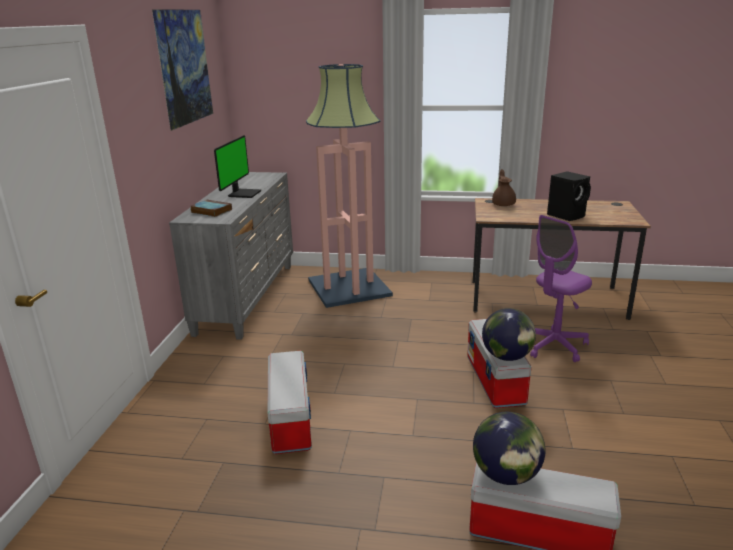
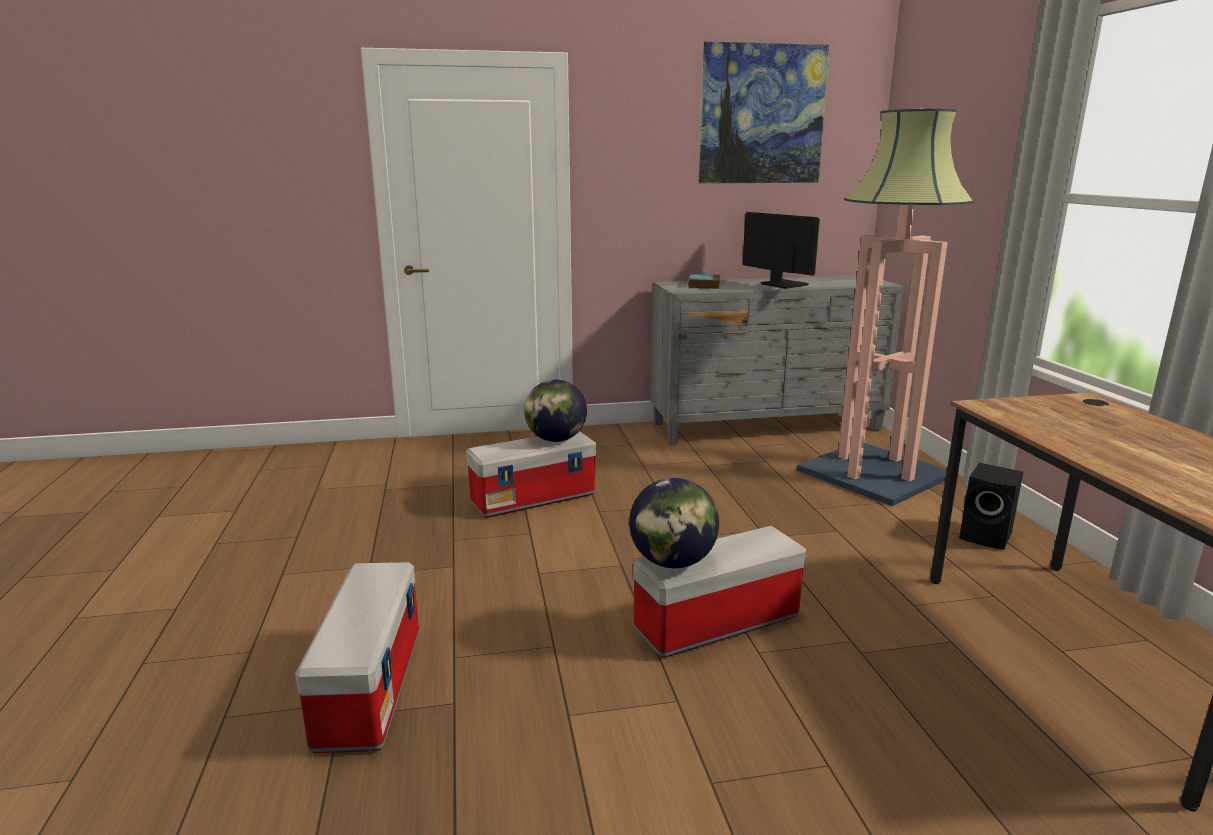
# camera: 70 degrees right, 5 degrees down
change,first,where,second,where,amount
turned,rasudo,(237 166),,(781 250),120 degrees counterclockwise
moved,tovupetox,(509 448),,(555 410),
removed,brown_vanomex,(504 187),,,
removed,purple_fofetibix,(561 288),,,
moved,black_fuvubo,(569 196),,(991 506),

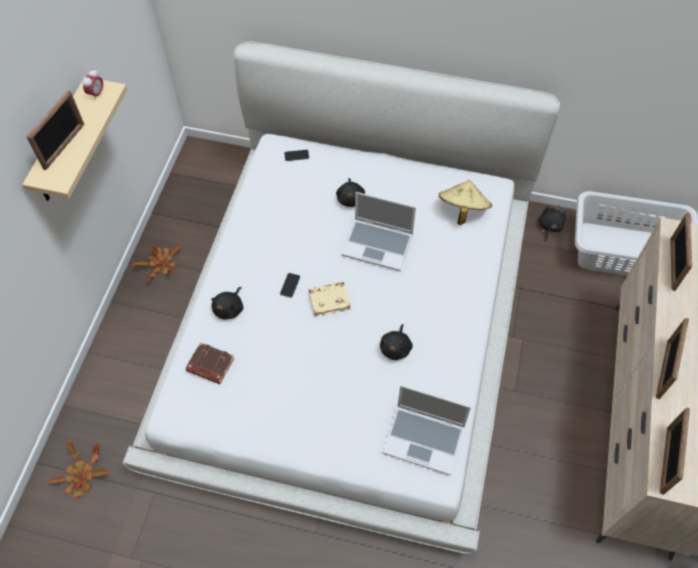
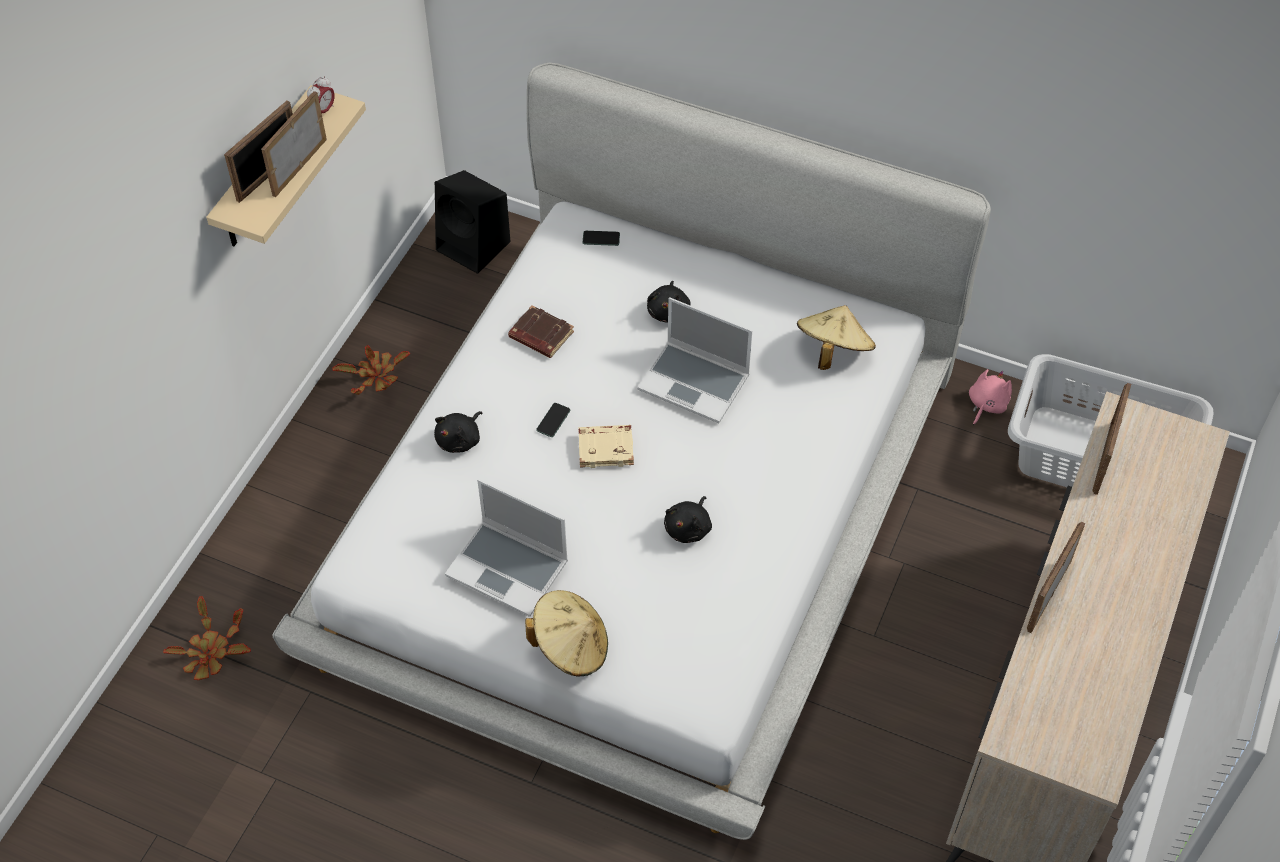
# camera: 10 degrees right, 5 degrees down
change,first,where,second,where,amount
moved,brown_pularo,(210 363),,(541 331),
moved,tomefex,(426 430),,(506 548),
recoloured,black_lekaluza,(552 223),pink_lekaluza,(990 397),
moved,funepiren,(675 451),,(294 144),
added,,,black_fuvubo,(473 222),
added,,,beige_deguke,(566 633),

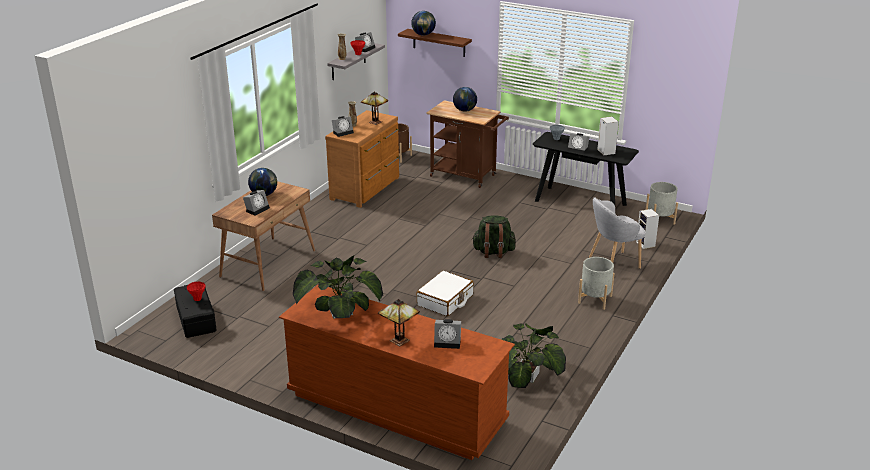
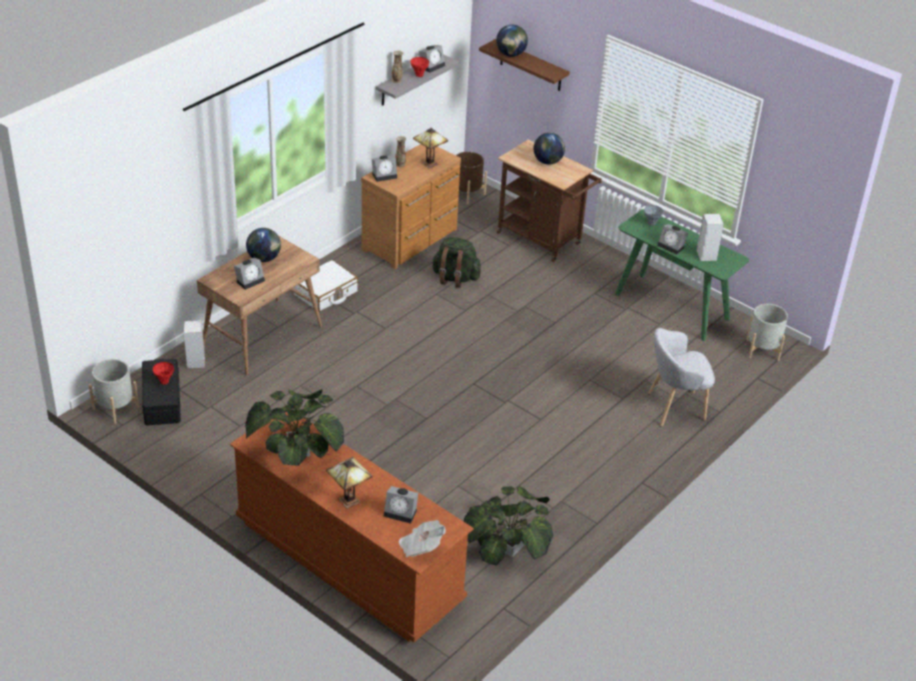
# camera: 10 degrees right, 10 degrees up
change,first,where,second,where,amount
moved,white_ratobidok,(445 293),,(325 286),
moved,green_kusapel,(494 236),,(456 262),
recoloured,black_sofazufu,(586 169),green_sofazufu,(682 275),
moved,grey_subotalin,(596 283),,(114 391),
moved,fuvubo,(647 229),,(194 344),
added,,,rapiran,(422 538),

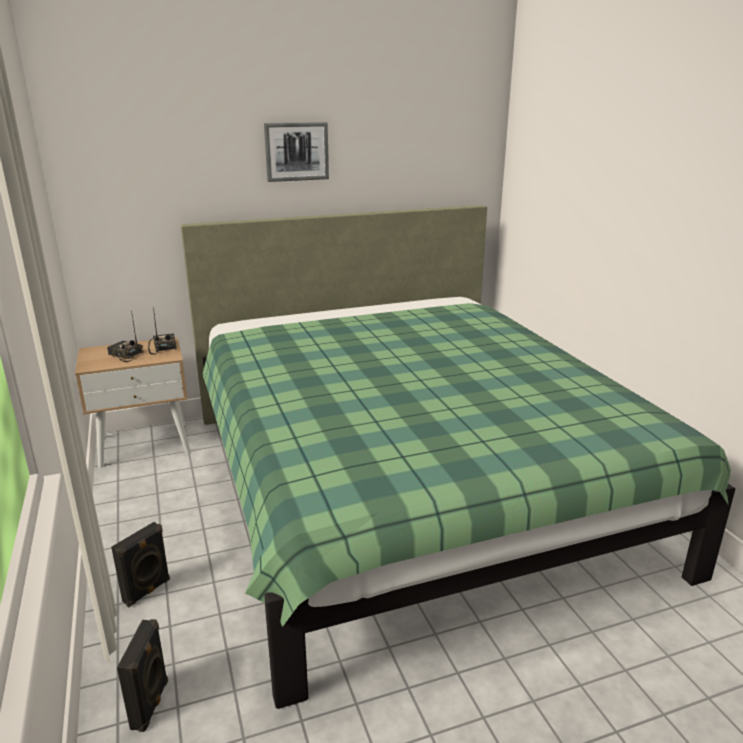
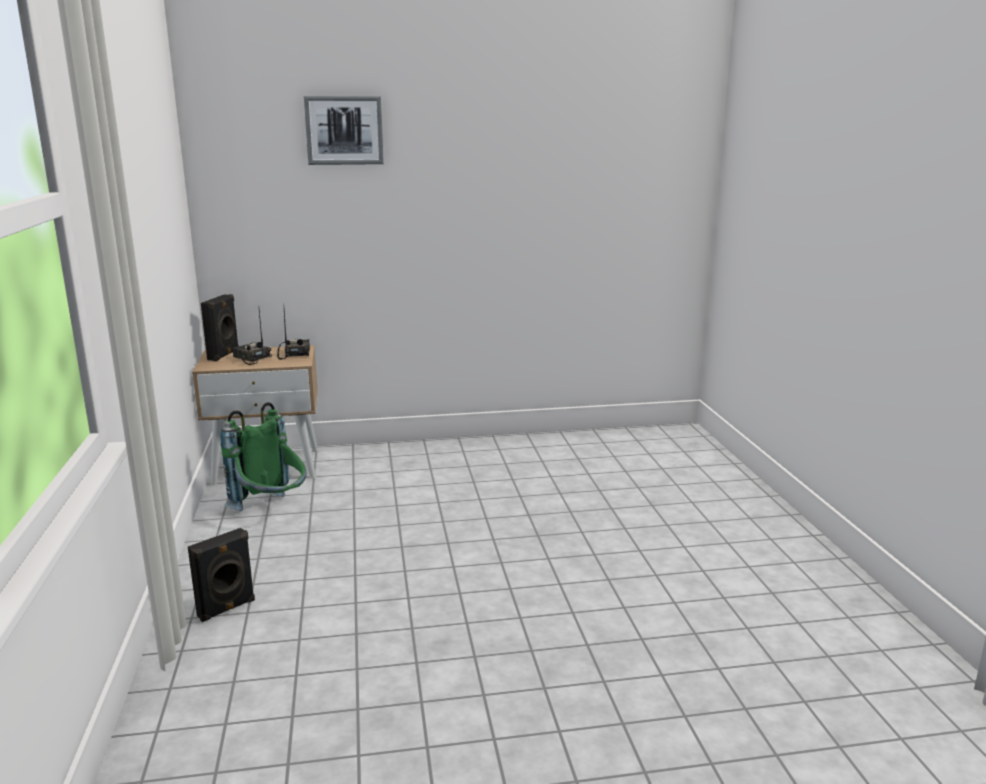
# camera: 10 degrees right, 5 degrees down
change,first,where,second,where,amount
moved,black_fuvubo,(142 675),,(220 327),
removed,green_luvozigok,(458 457),,,
moved,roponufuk,(296 152),,(344 130),
added,,,green_kusapel,(263 456),

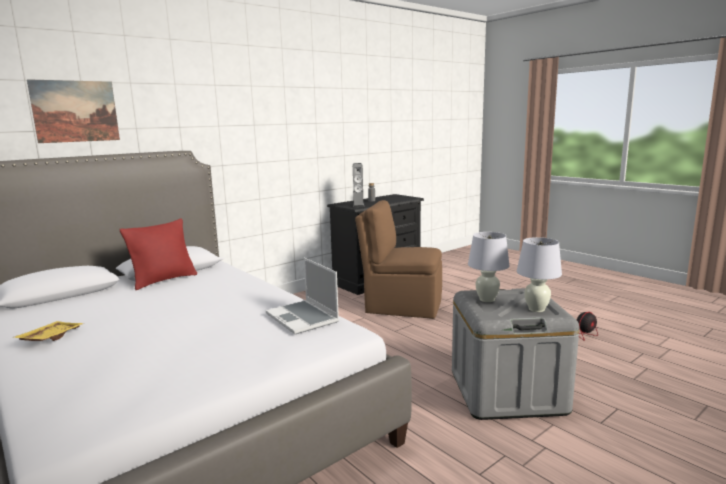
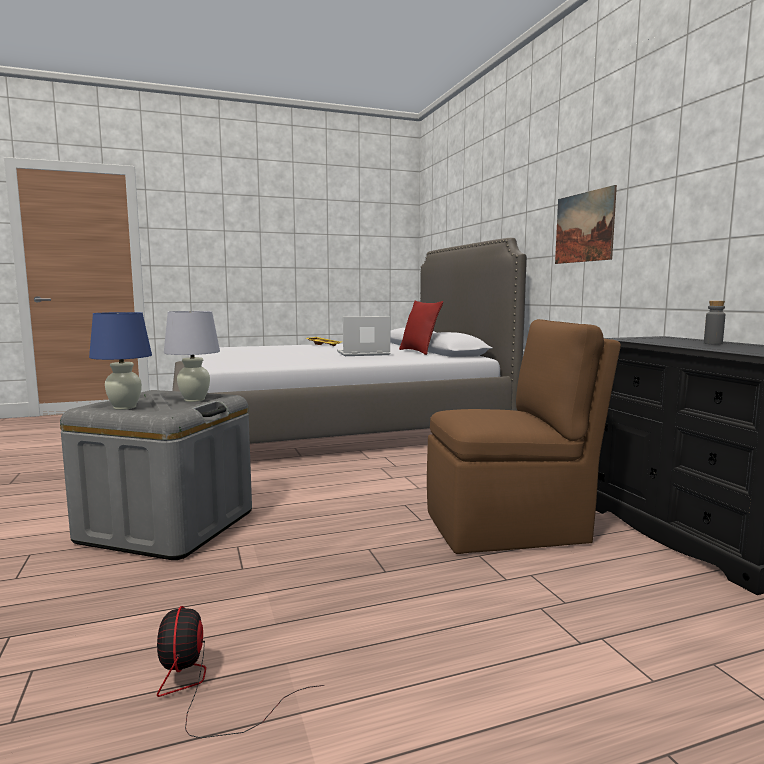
# camera: 110 degrees right, 5 degrees down
change,first,where,second,where,amount
moved,roponufuk,(73 111),,(586 224),
moved,tomefex,(302 296),,(363 336),
removed,fuvubo,(358 185),,,
turned,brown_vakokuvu,(398 259),,(524 436),45 degrees clockwise
recoloured,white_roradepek,(539 274),blue_roradepek,(120 361),

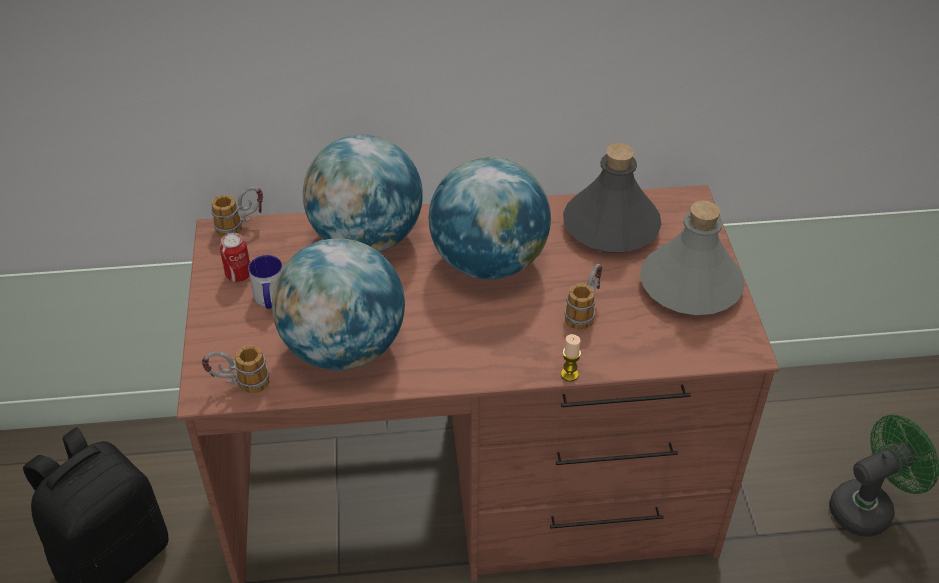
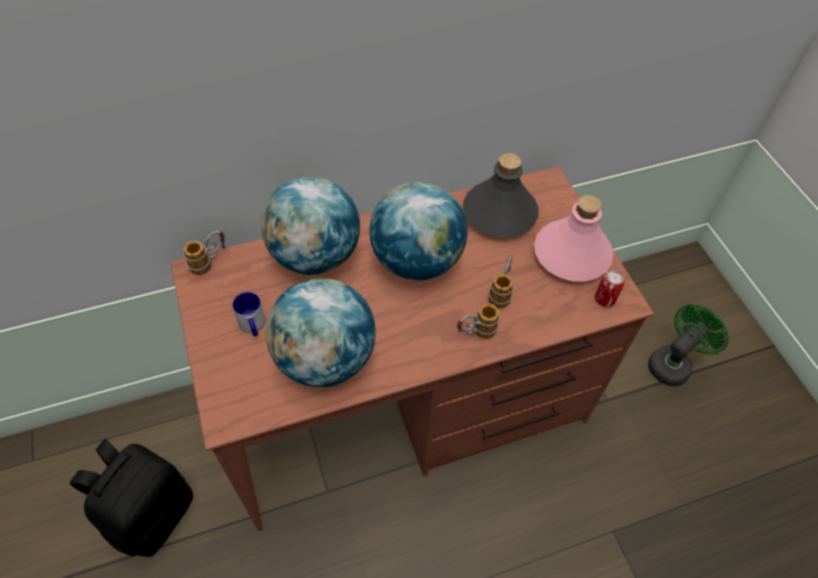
# camera: 15 degrees left, 10 degrees up
change,first,where,second,where,amount
moved,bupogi,(235 369),,(478 321),
moved,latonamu,(234 257),,(609 288),
removed,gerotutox,(571 358),,,
recoloured,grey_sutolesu,(692 258),pink_sutolesu,(574 238),

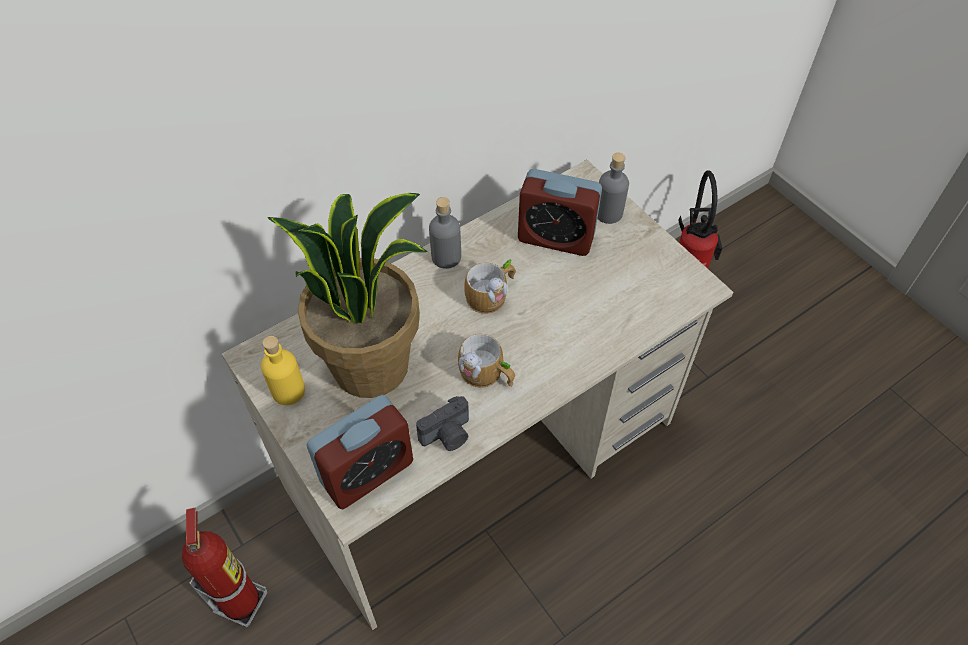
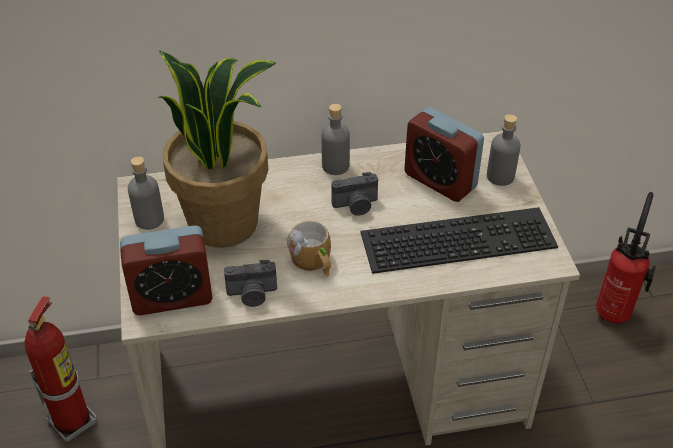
# camera: 25 degrees right, 10 degrees down
change,first,where,second,where,amount
recoloured,yellow_sutolesu,(283 370),grey_sutolesu,(146 193),
replaced,bupogi,(490 286),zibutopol,(354 194),
added,,,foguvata,(459 240),

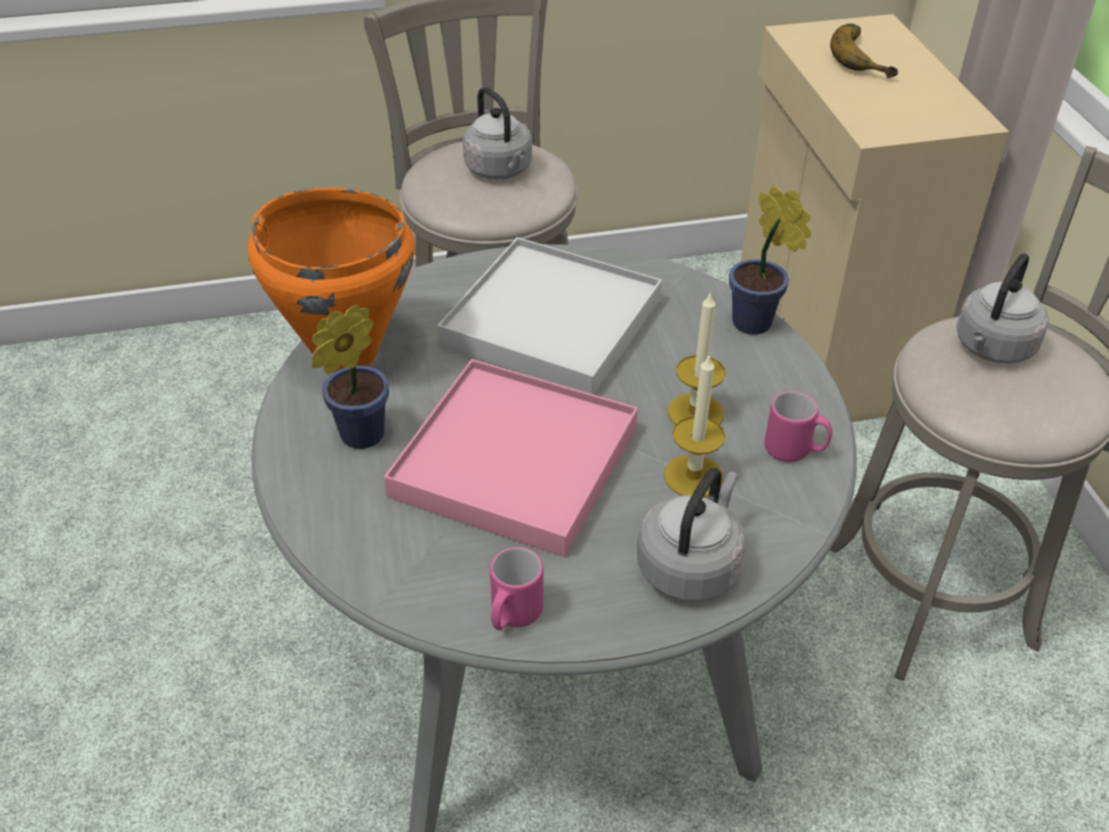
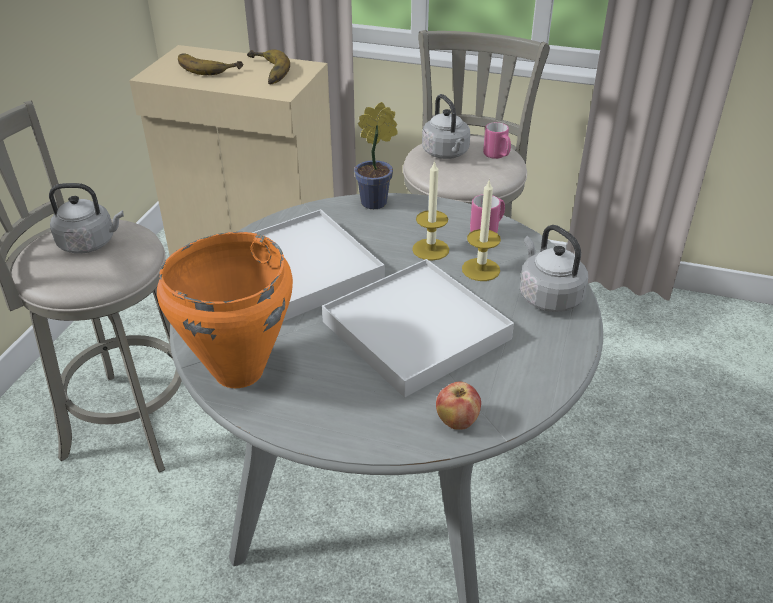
# camera: 60 degrees left, 5 degrees down
change,first,where,second,where,amount
removed,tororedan,(350 377),,,
recoloured,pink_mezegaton,(511 458),white_mezegaton,(418 328),
moved,pink_bupogi,(516 588),,(497 140),
added,,,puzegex,(268 67),
added,,,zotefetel,(458 406),

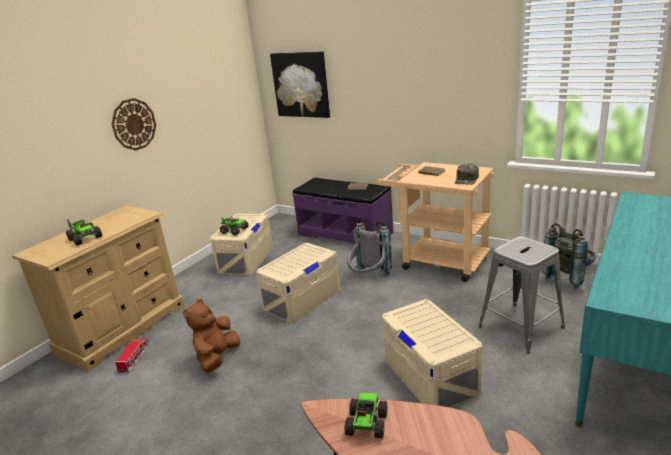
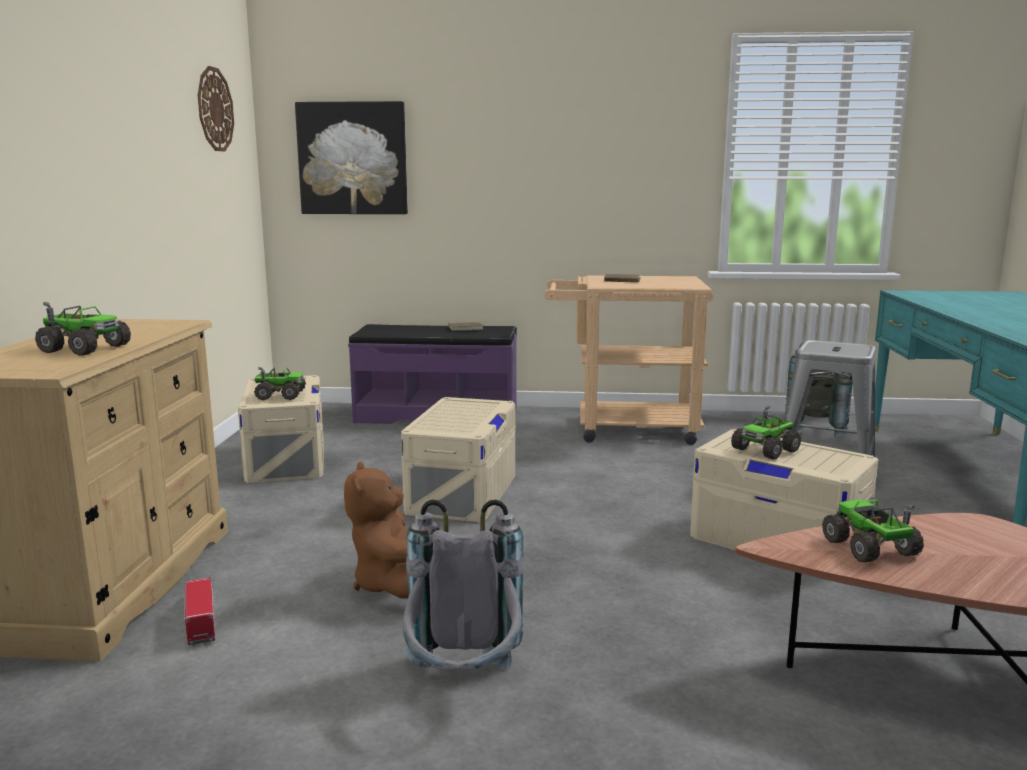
# camera: 30 degrees left, 10 degrees down
change,first,where,second,where,amount
moved,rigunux,(134 124),,(216 108),
moved,grey_kusapel,(369 247),,(463 585),
removed,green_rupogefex,(467 174),,,
added,,,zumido,(766 432),

